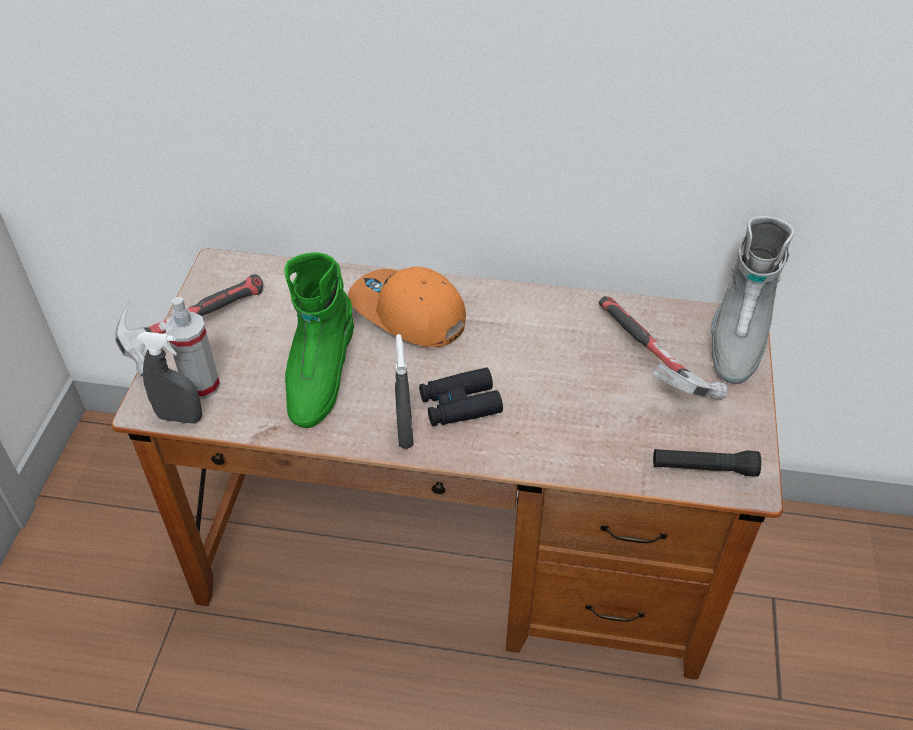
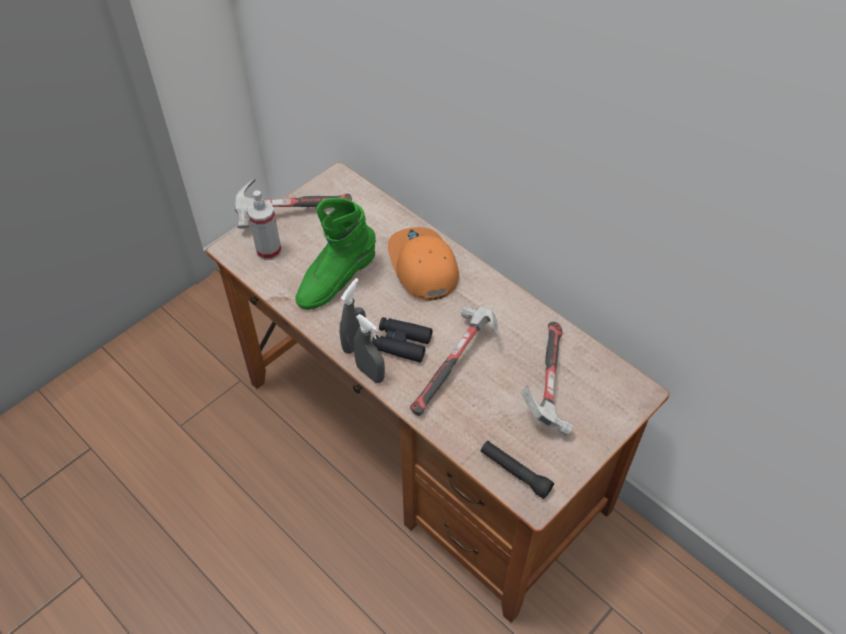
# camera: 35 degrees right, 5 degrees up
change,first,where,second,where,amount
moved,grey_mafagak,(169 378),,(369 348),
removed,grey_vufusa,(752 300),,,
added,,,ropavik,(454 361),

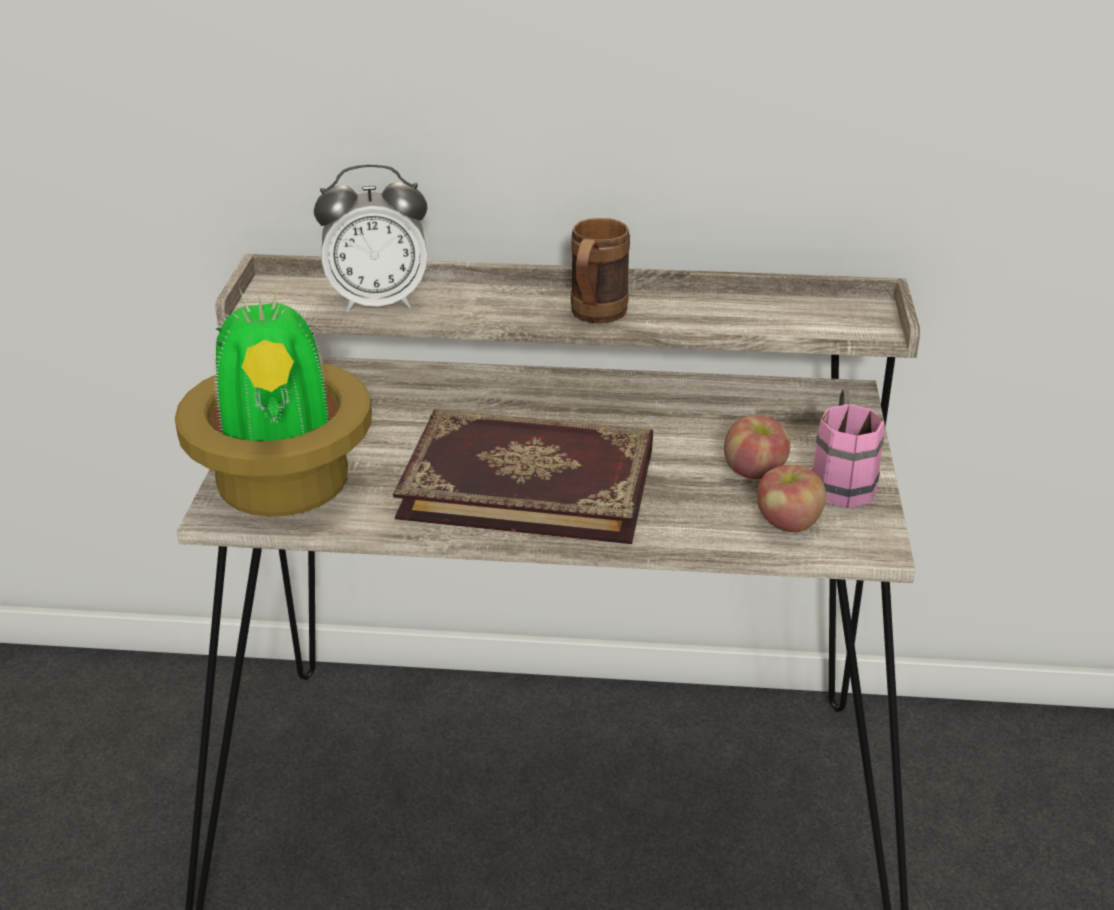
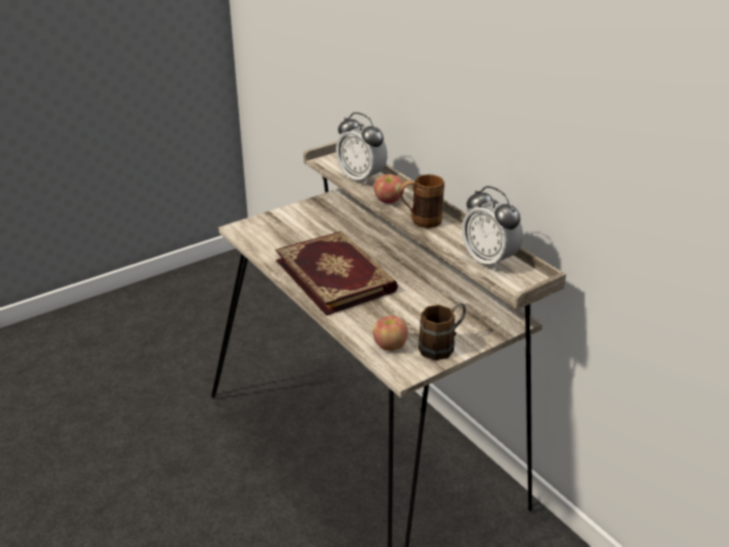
# camera: 50 degrees right, 0 degrees up
change,first,where,second,where,amount
removed,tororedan,(273 400),,,
moved,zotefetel,(757 447),,(389 188),
recoloured,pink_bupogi,(848 449),brown_bupogi,(442 331),
added,,,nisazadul,(492 228),

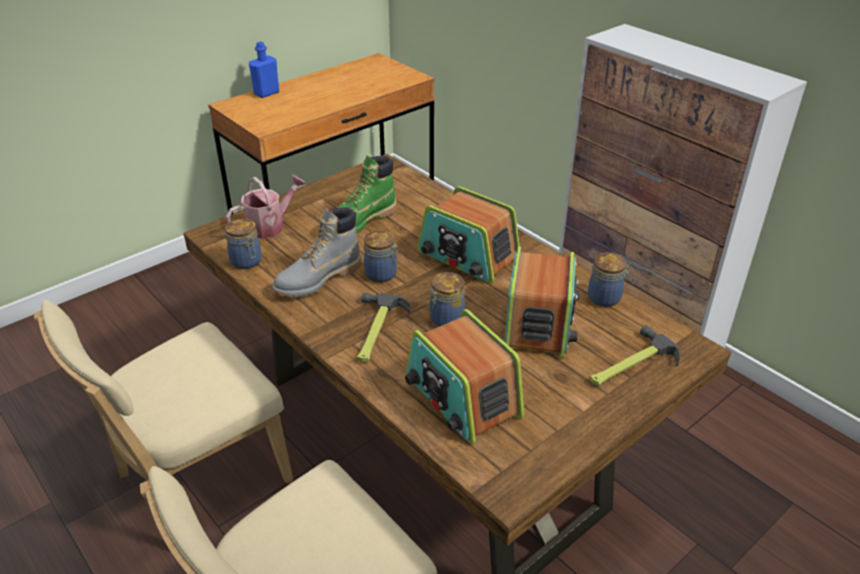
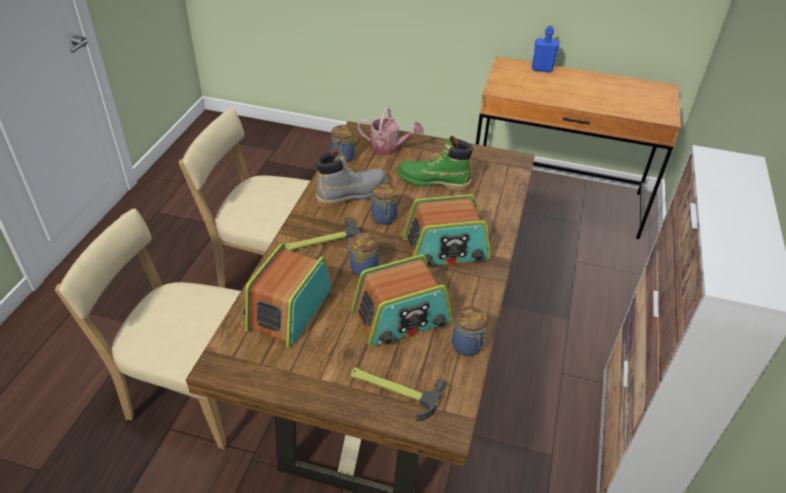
# camera: 55 degrees right, 5 degrees up
change,first,where,second,where,amount
turned,grey_vufusa,(316 252),,(351 178),135 degrees clockwise
turned,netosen,(468 235),,(446 230),105 degrees counterclockwise

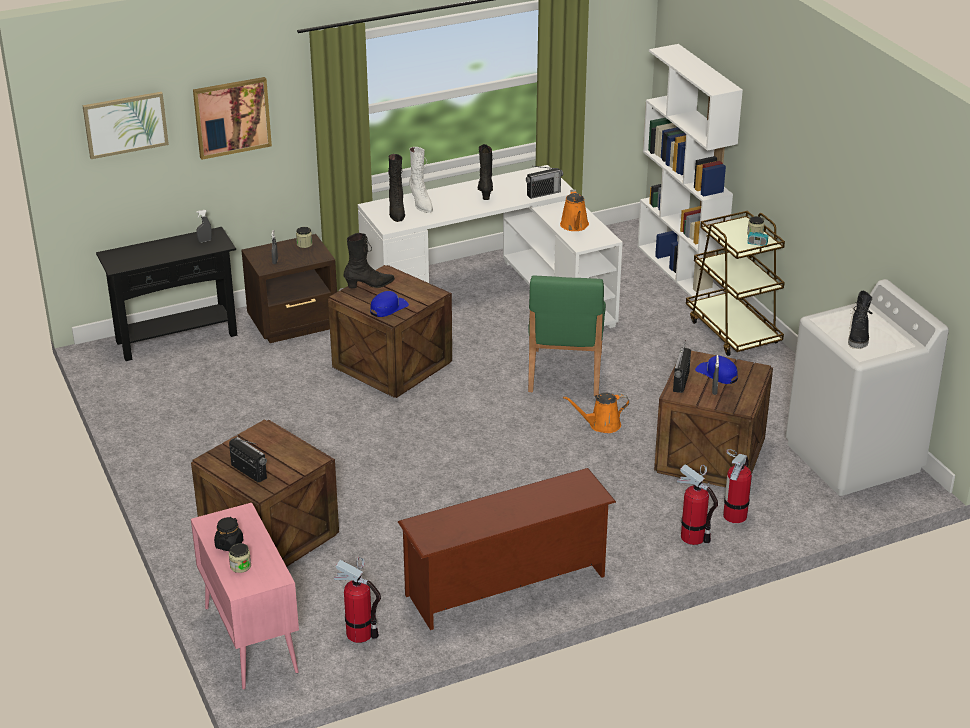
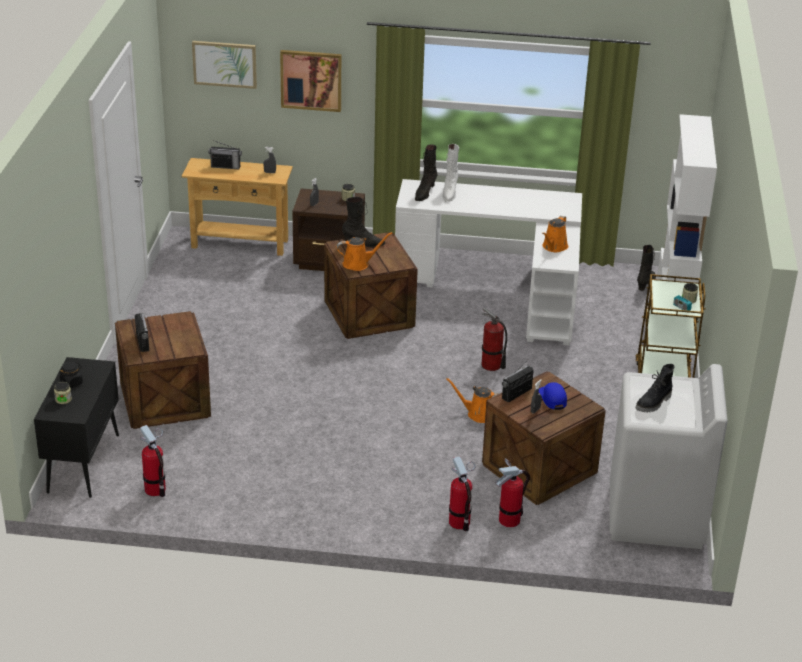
# camera: 30 degrees right, 0 degrees up
change,first,where,second,where,amount
recoloured,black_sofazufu,(166 294),beige_sofazufu,(237 207),
recoloured,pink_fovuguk,(245 596),black_fovuguk,(76 427),
replaced,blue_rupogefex,(389 304),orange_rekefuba,(364 251),
removed,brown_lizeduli,(507 549),,,
moved,black_vufusa,(485 172),,(646 268),
moved,netosen,(544 182),,(225 154),
replaced,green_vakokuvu,(567 336),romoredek,(494 339),

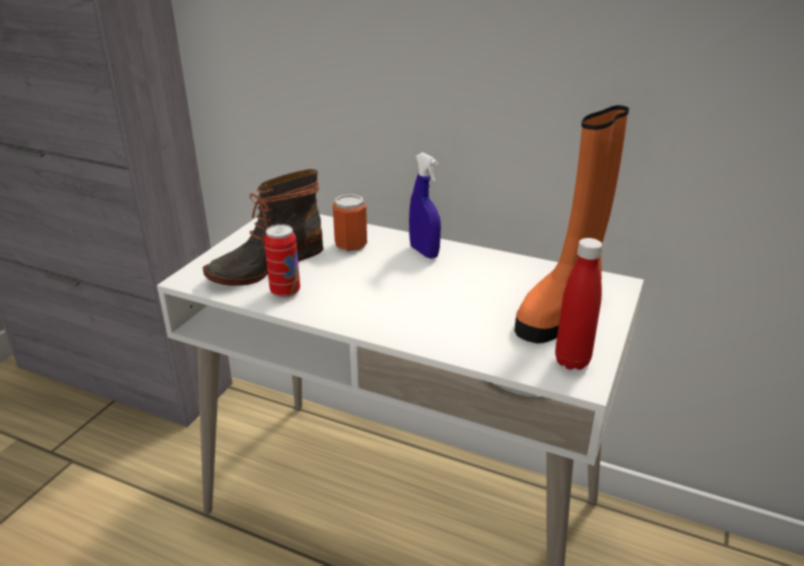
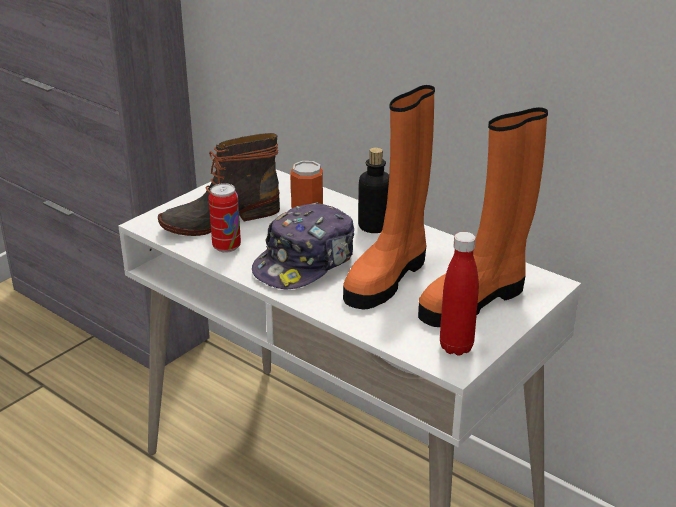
# camera: 15 degrees right, 0 degrees up
change,first,where,second,where,amount
replaced,blue_mafagak,(425 206),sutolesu,(373 190),
added,,,rupogefex,(303 245),
added,,,orange_vufusa,(389 197),

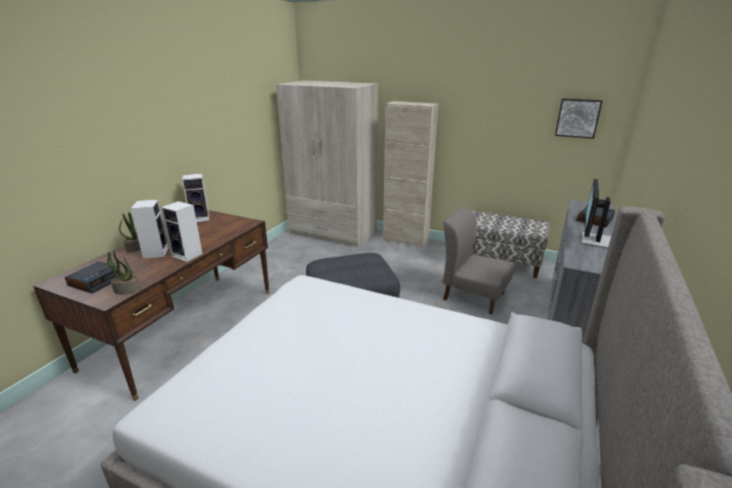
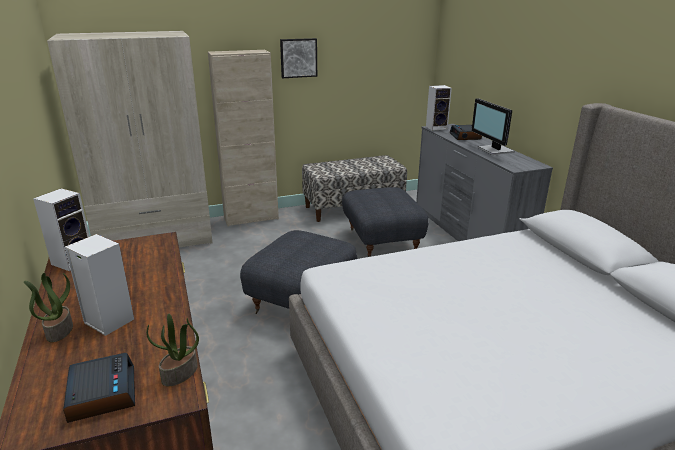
# camera: 45 degrees left, 0 degrees up
change,first,where,second,where,amount
moved,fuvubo,(181 231),,(439 108),
replaced,grey_vakokuvu,(478 261),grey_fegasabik,(385 222),
moved,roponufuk,(579 118),,(298 58),

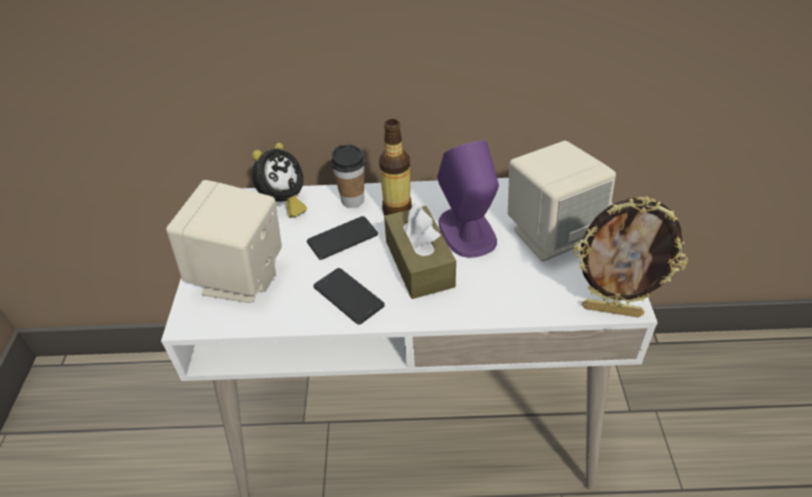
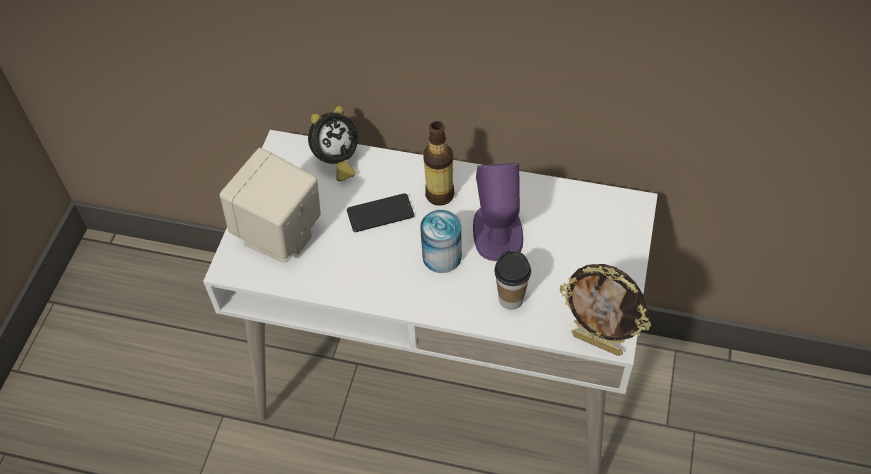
# camera: 15 degrees right, 10 degrees up
change,first,where,second,where,amount
removed,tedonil,(349 296),,,
moved,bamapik,(348 176),,(512 280),
replaced,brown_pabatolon,(420 251),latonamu,(441 241),
removed,beige_fuvubo,(562 201),,,

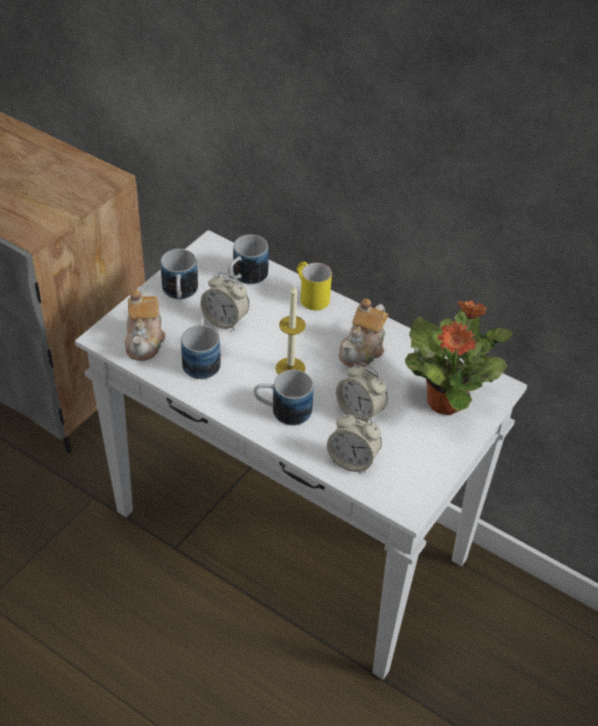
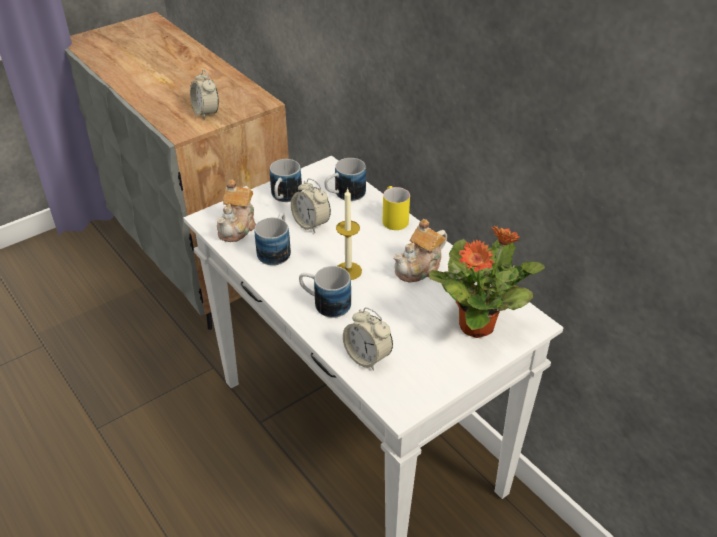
# camera: 20 degrees right, 5 degrees down
change,first,where,second,where,amount
moved,nisazadul,(362 392),,(204 95),

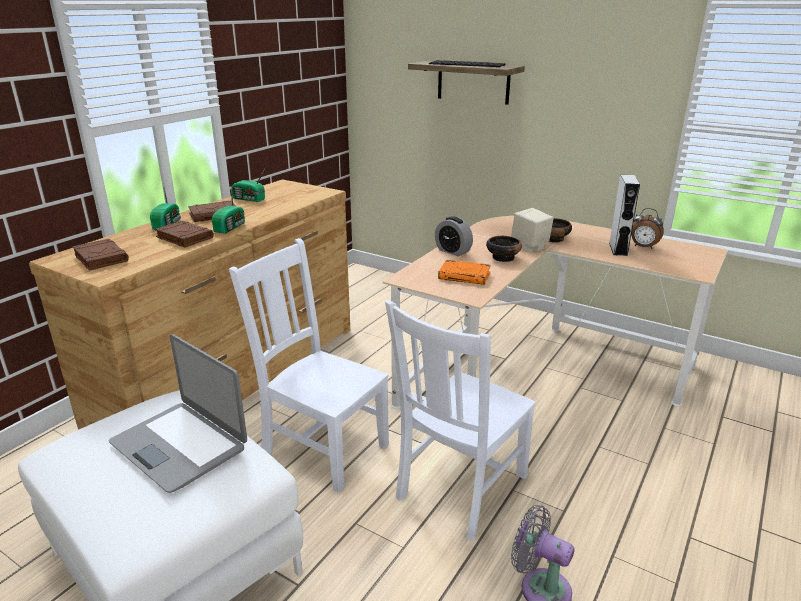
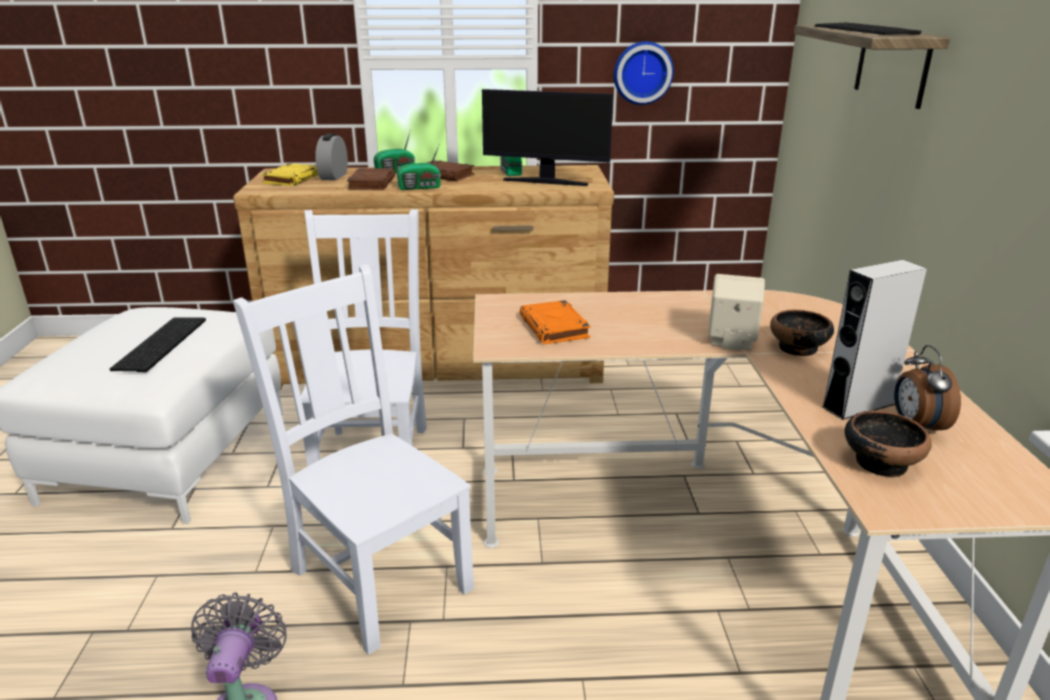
# camera: 55 degrees right, 0 degrees up
change,first,where,second,where,amount
recoloured,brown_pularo,(101 255),yellow_pularo,(289 174),
replaced,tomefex,(178 413),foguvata,(158 344),
turned,white_vakokuvu,(460 420),,(353 459),45 degrees clockwise
moved,nisazadul,(454 236),,(331 157),
moved,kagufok,(504 249),,(888 444),
added,,,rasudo,(547 137),
added,,,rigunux,(644 73),

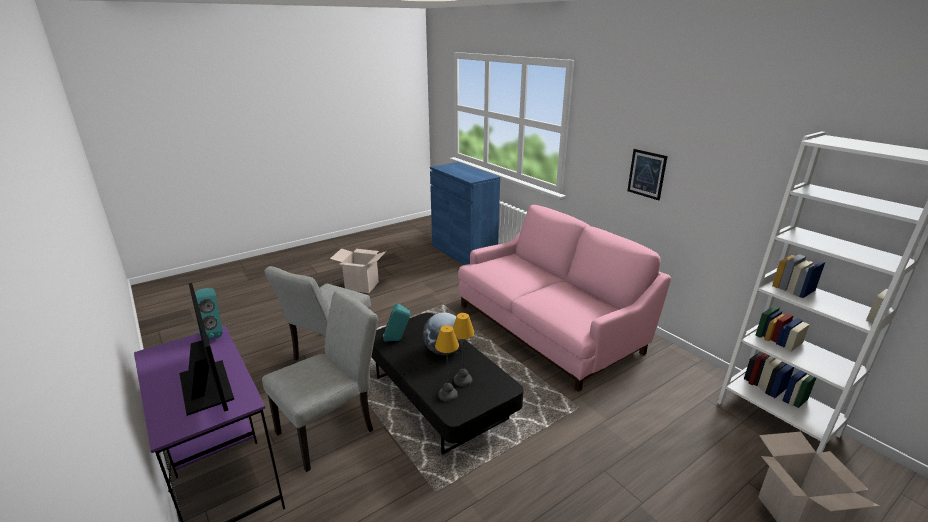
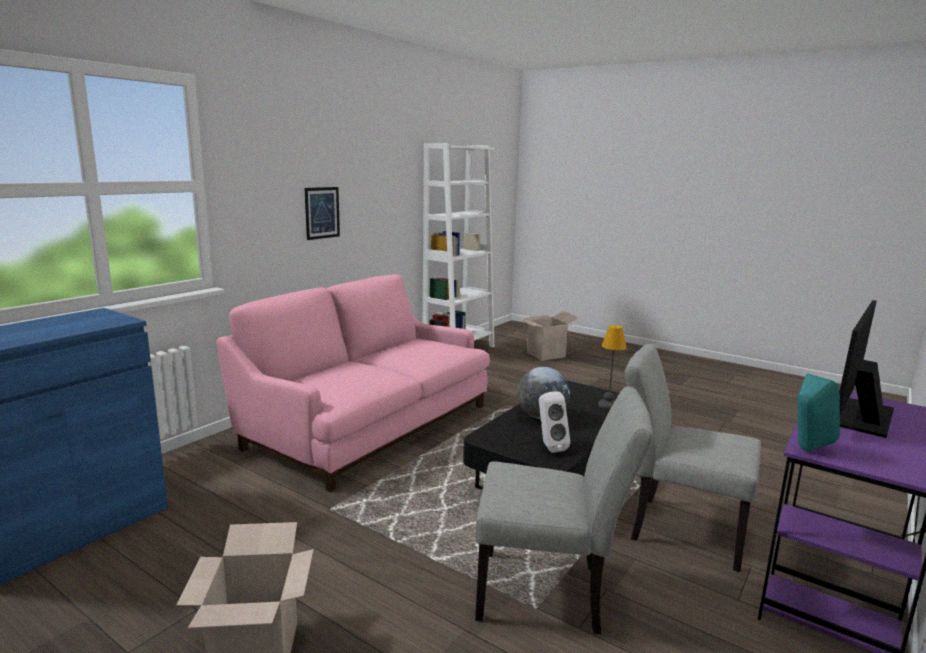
# camera: 110 degrees left, 10 degrees down
change,first,where,second,where,amount
recoloured,turquoise_fuvubo,(396 322),white_fuvubo,(554 422),
removed,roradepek,(463 350),,,

